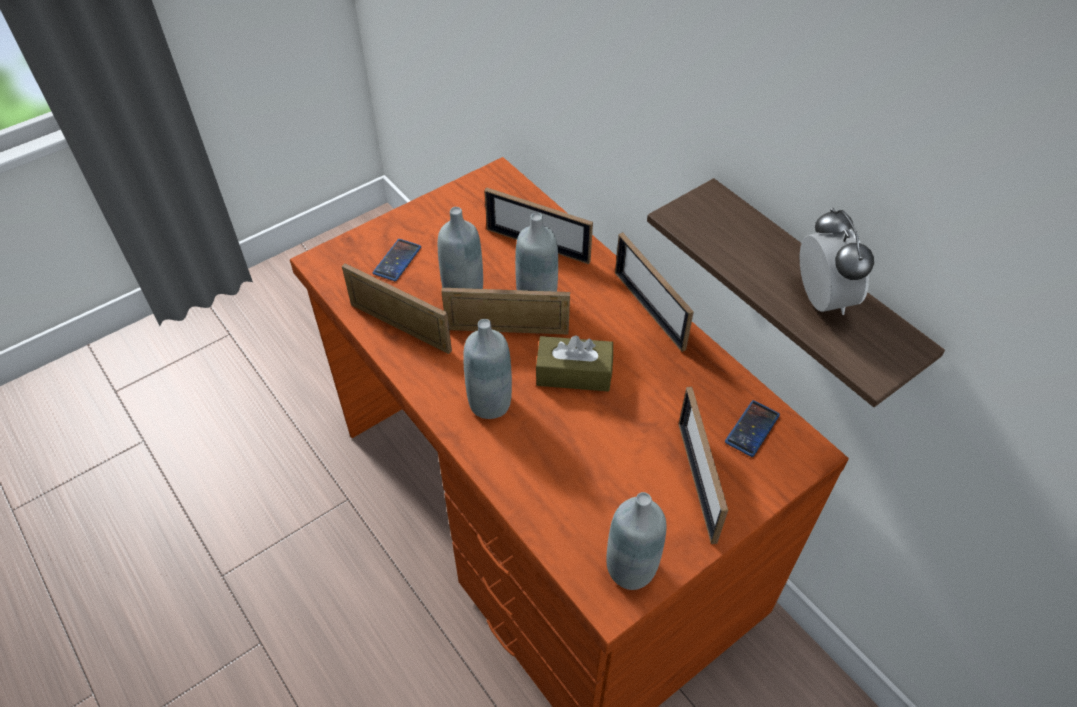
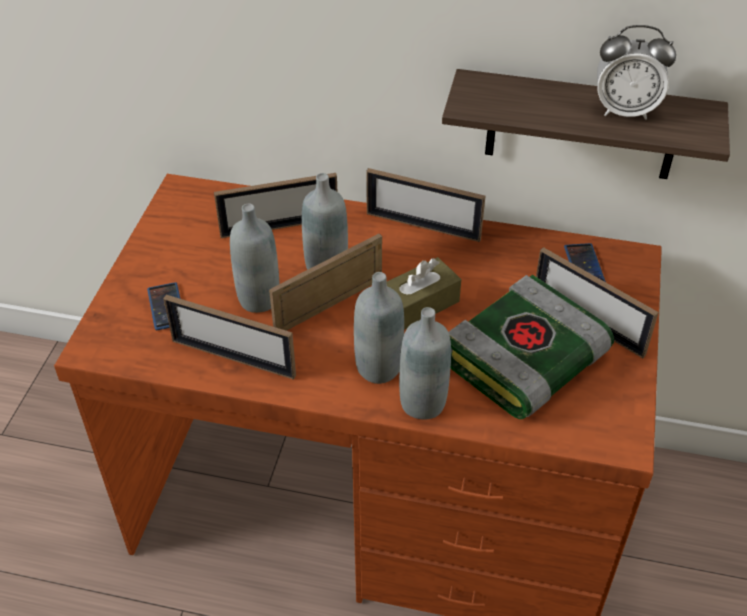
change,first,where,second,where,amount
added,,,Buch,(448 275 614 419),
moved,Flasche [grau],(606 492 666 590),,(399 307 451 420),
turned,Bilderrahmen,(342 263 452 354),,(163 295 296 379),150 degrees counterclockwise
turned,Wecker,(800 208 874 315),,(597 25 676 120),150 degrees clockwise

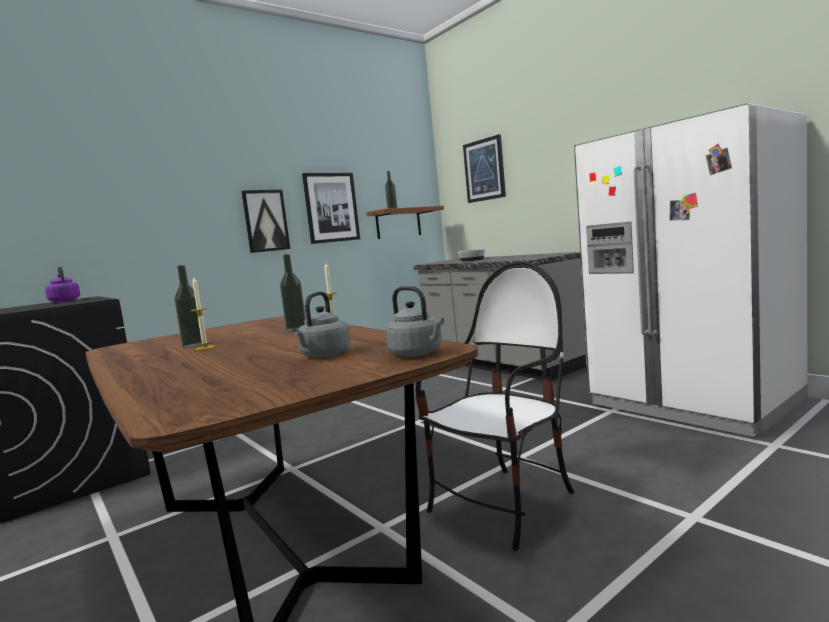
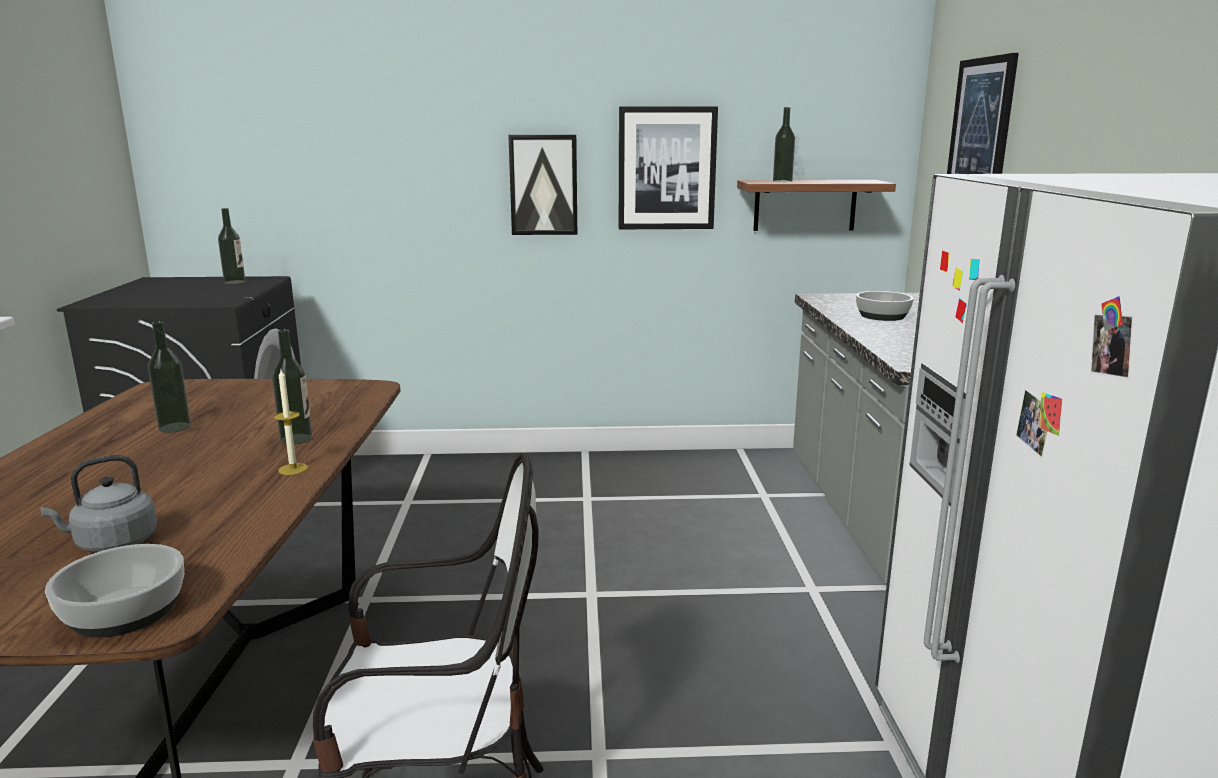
change,first,where,second,where,amount
removed,Kerze,(190 277 215 350),,,
replaced,Wasserkessel [lila],(45 266 80 302),Flasche,(218 208 245 284),
replaced,Wasserkessel [grau],(386 286 444 357),Schüssel,(45 544 184 638),

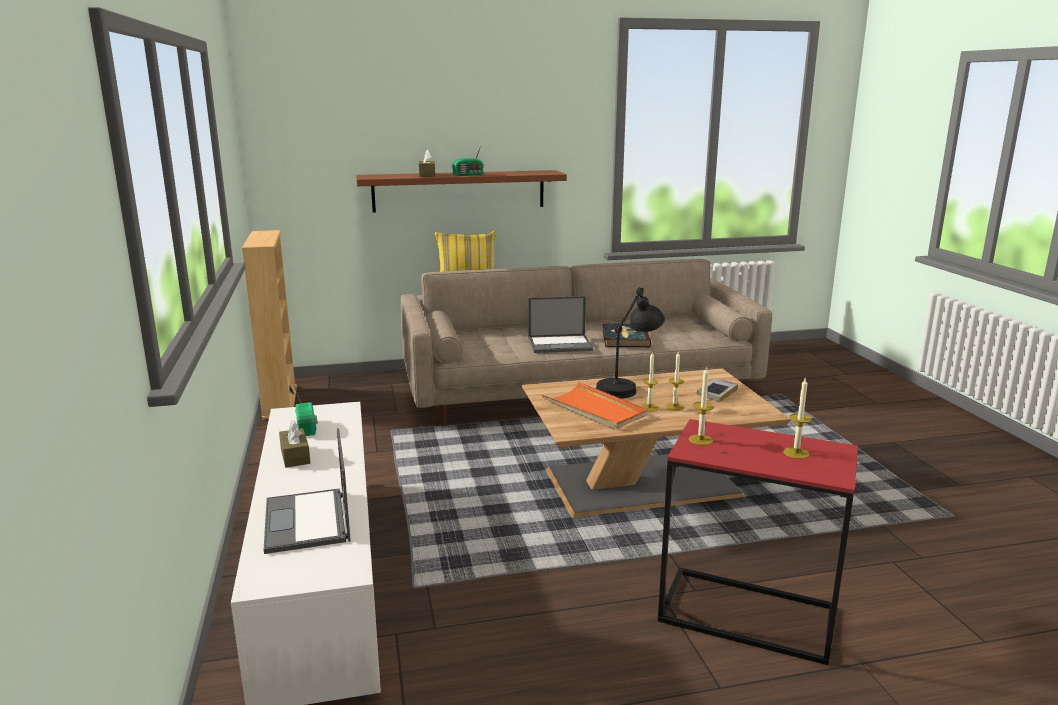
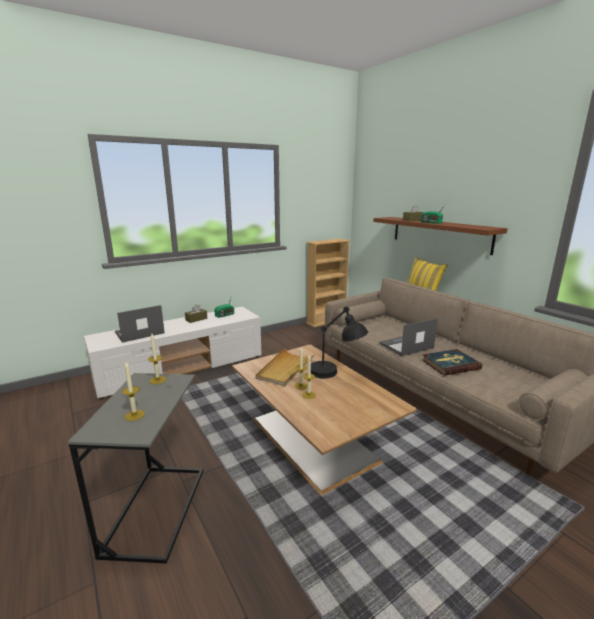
change,first,where,second,where,amount
removed,Buch,(697 379 738 402),,,
recoloured,Tablett [orange],(542 382 648 430),Tablett [beige],(256 348 315 386),
recoloured,Beistelltisch [rot],(658 419 858 665),Beistelltisch [grau],(68 373 203 563),
turned,Laptop,(528 296 593 353),,(379 318 438 356),90 degrees clockwise

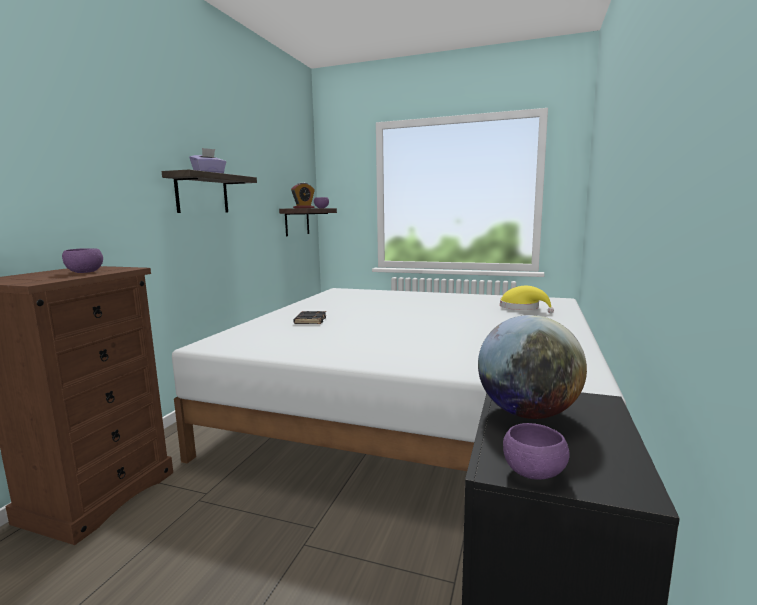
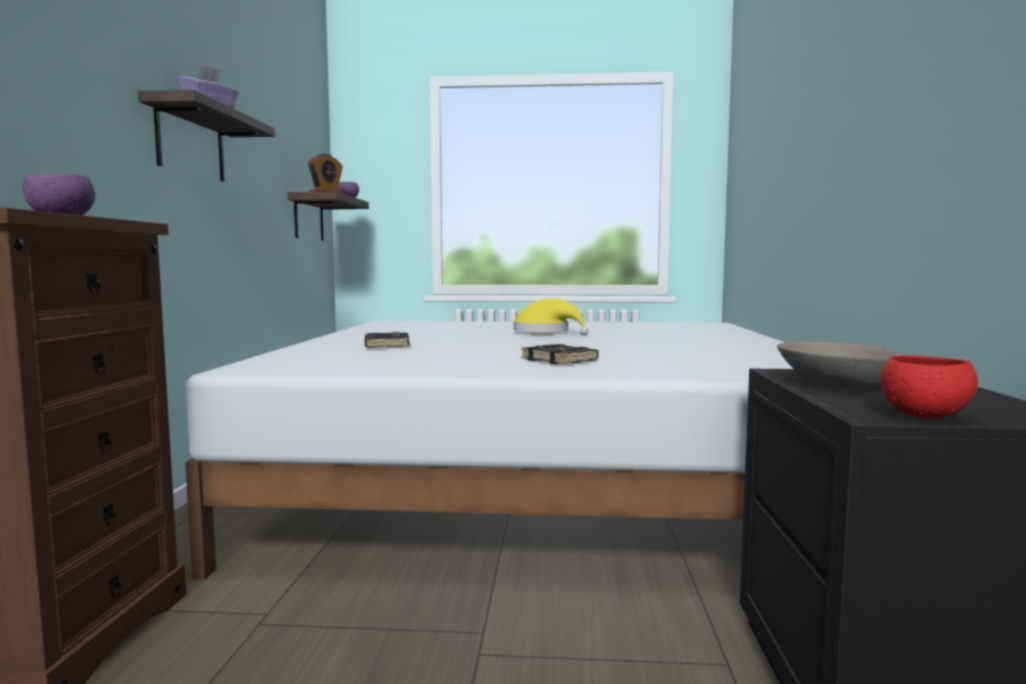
change,first,where,second,where,amount
added,,,Buch [schwarz],(521 344 599 364),
moved,Hut [gelb],(500 286 554 313),,(513 299 589 335),
replaced,Globus,(478 315 587 419),Schüssel [grau],(777 341 908 389),
recoloured,Schüssel [lila],(503 423 570 480),Schüssel [rot],(880 355 978 418),

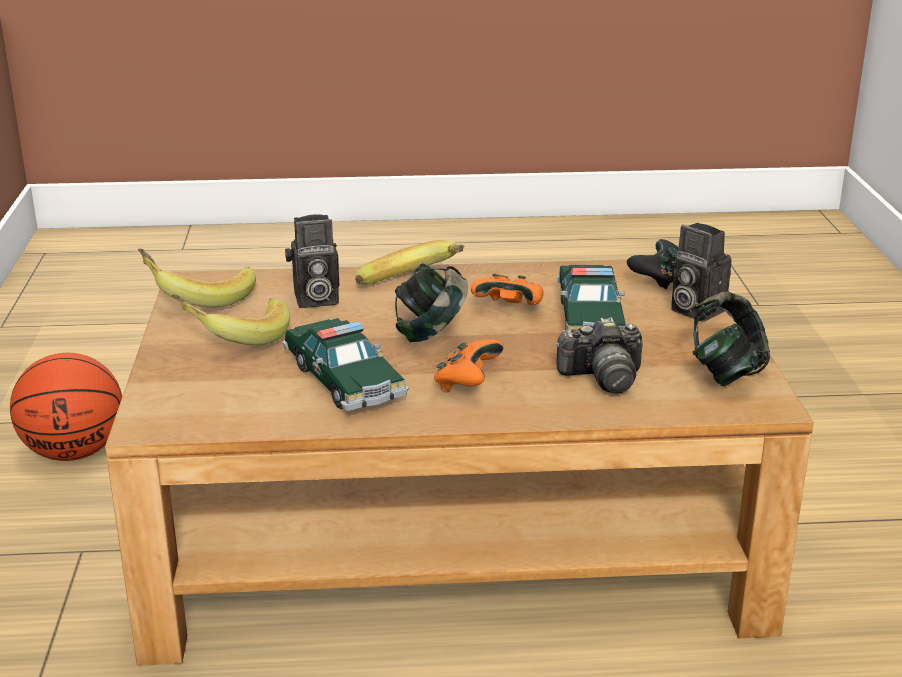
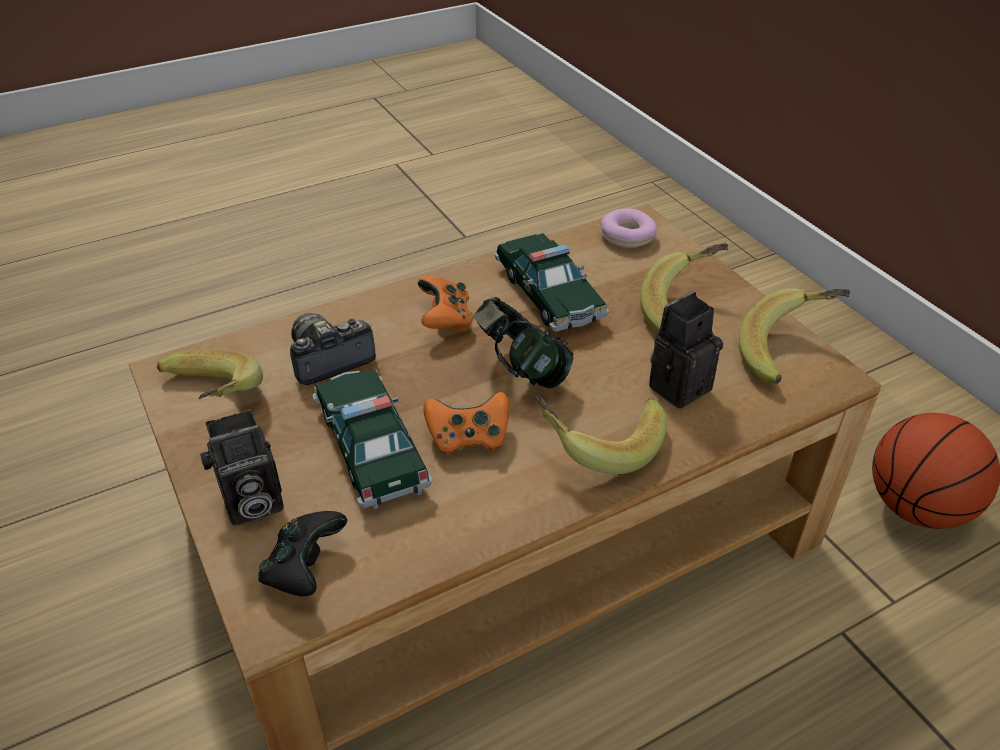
change,first,where,second,where,amount
added,,,Donut,(601 209 657 248),
replaced,Kopfhörer,(693 291 770 387),Banane,(157 350 263 399),
turned,Spielzeugauto,(282 318 409 411),,(494 233 609 332),150 degrees counterclockwise
turned,Kamera,(671 223 731 322),,(200 409 284 526),135 degrees clockwise

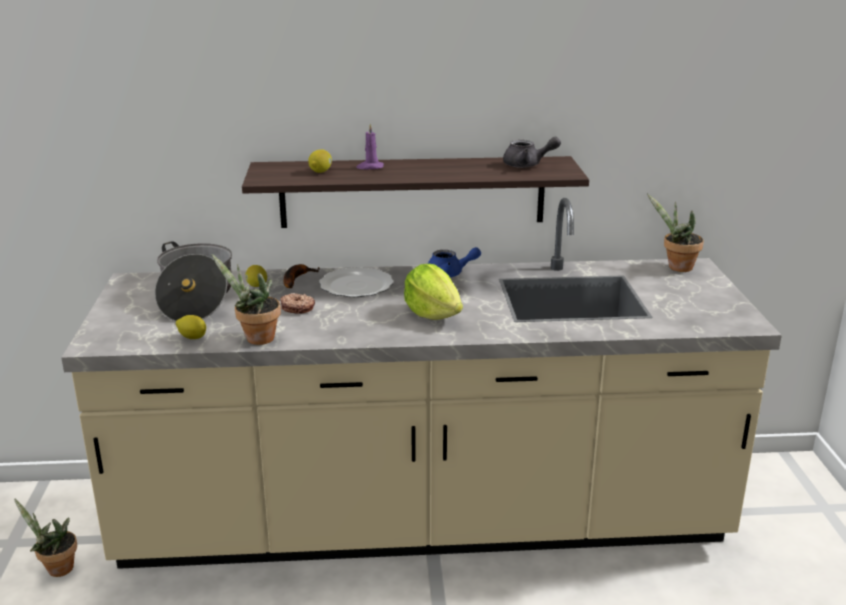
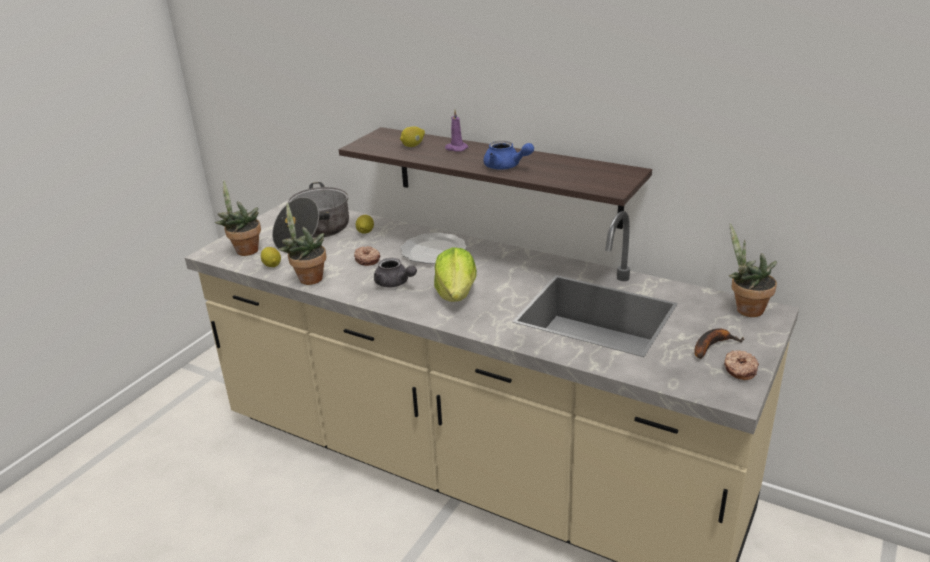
change,first,where,second,where,amount
added,,,Donut,(724 350 759 380),
moved,Topfpflanze,(14 498 77 577),,(215 180 261 256),
moved,Banane,(283 264 320 288),,(694 328 744 359),
moved,Teekanne [blau],(428 247 481 277),,(483 141 534 170),
moved,Teekanne [grau],(503 137 561 168),,(374 258 417 288),

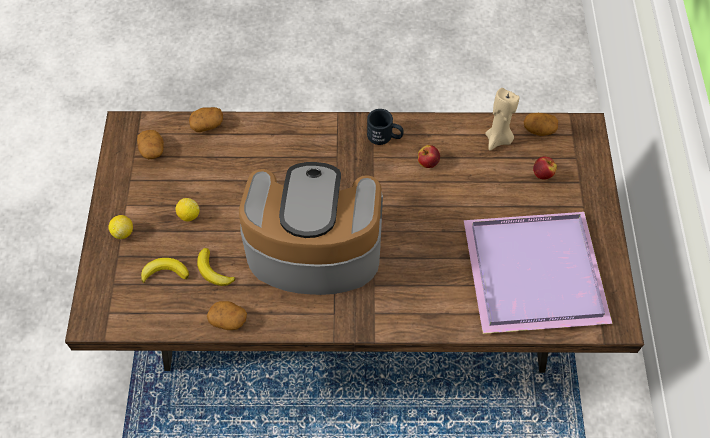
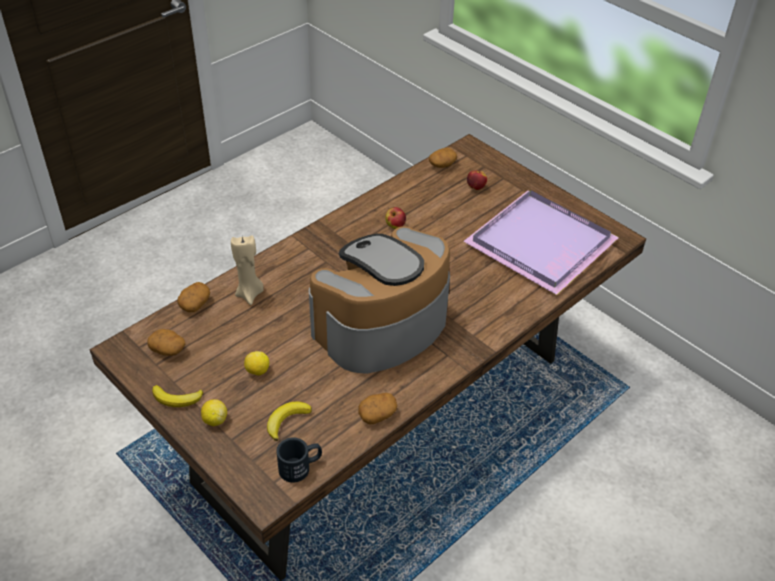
change,first,where,second,where,amount
moved,Banane,(197 248 236 286),,(152 385 203 407),
moved,Henkelbecher [schwarz],(367 109 404 145),,(276 437 322 483),
moved,Kerze [beige],(485 88 519 151),,(231 235 264 305),

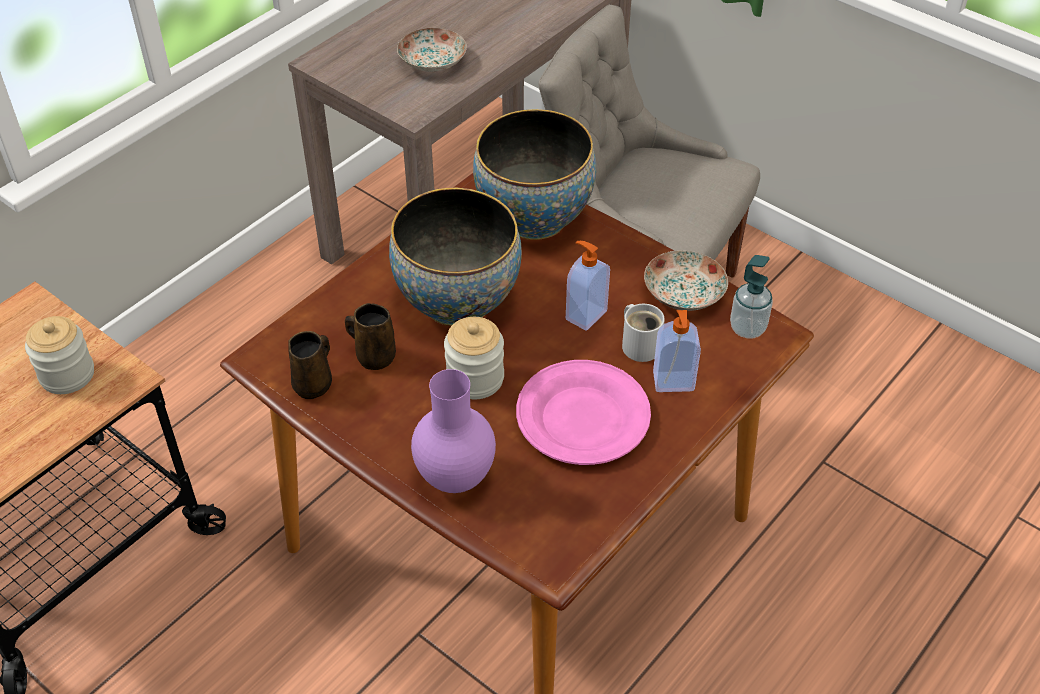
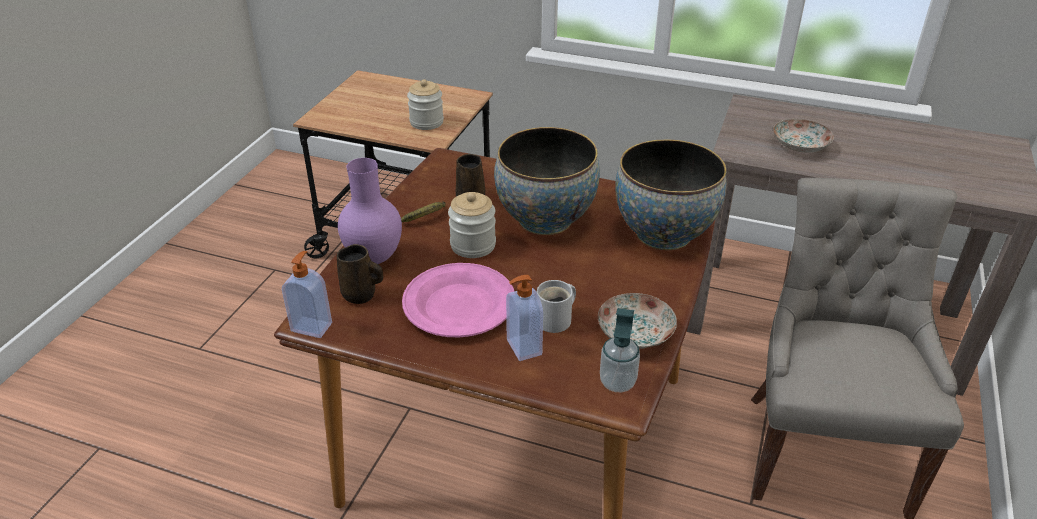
change,first,where,second,where,amount
added,,,Banane,(401 202 446 222),
moved,Henkelbecher [braun],(288 331 332 399),,(337 244 383 304),
moved,Seifenspender,(566 241 610 331),,(282 251 332 338),

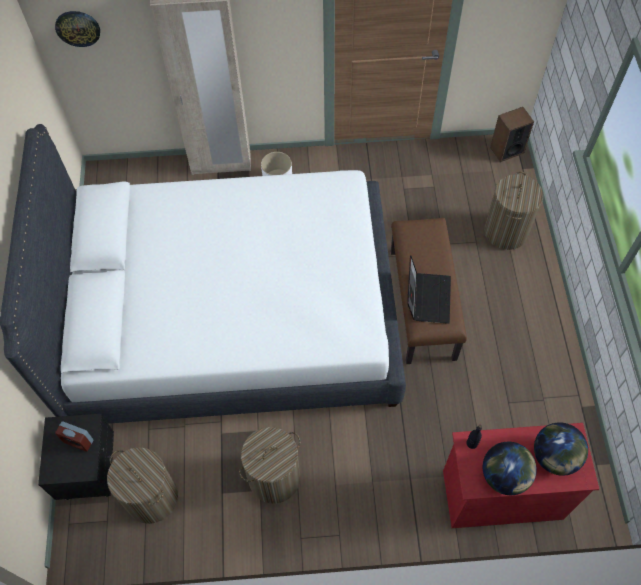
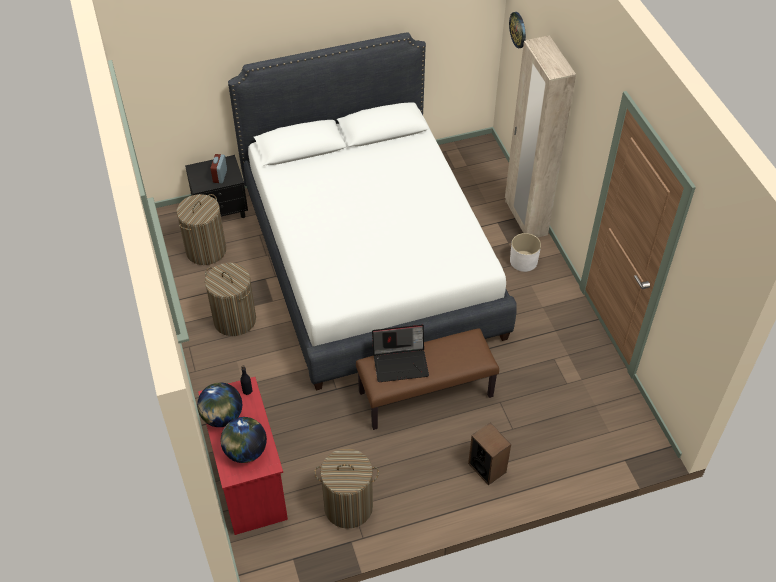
change,first,where,second,where,amount
moved,Wäschekorb,(484 172 543 250),,(314 448 379 529),
moved,Lautsprecher,(490 107 534 162),,(468 423 511 485),

